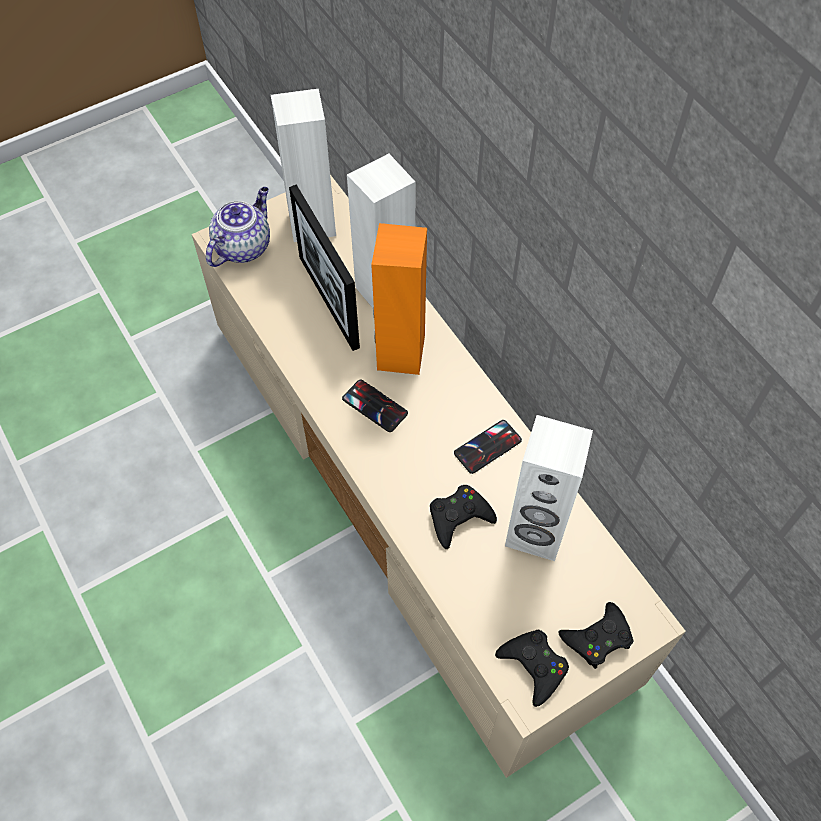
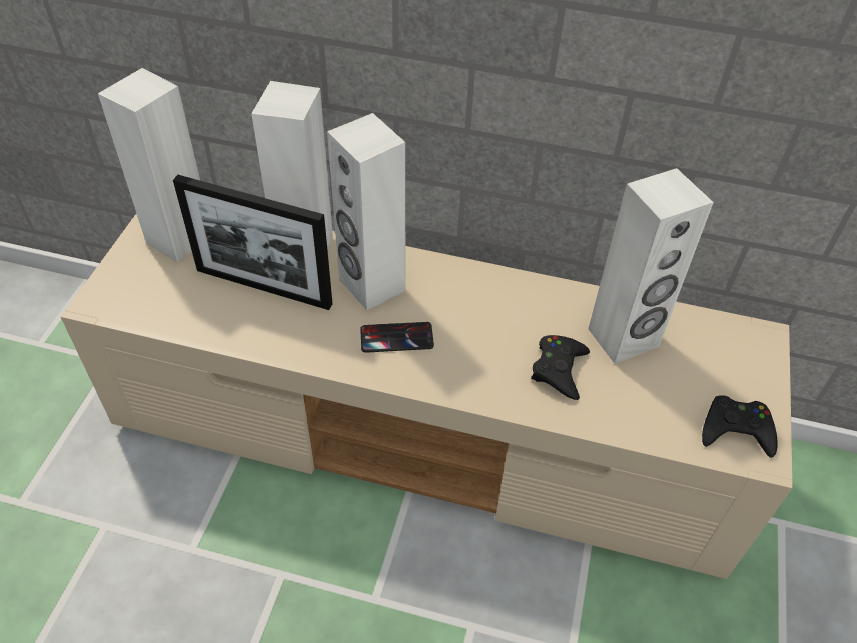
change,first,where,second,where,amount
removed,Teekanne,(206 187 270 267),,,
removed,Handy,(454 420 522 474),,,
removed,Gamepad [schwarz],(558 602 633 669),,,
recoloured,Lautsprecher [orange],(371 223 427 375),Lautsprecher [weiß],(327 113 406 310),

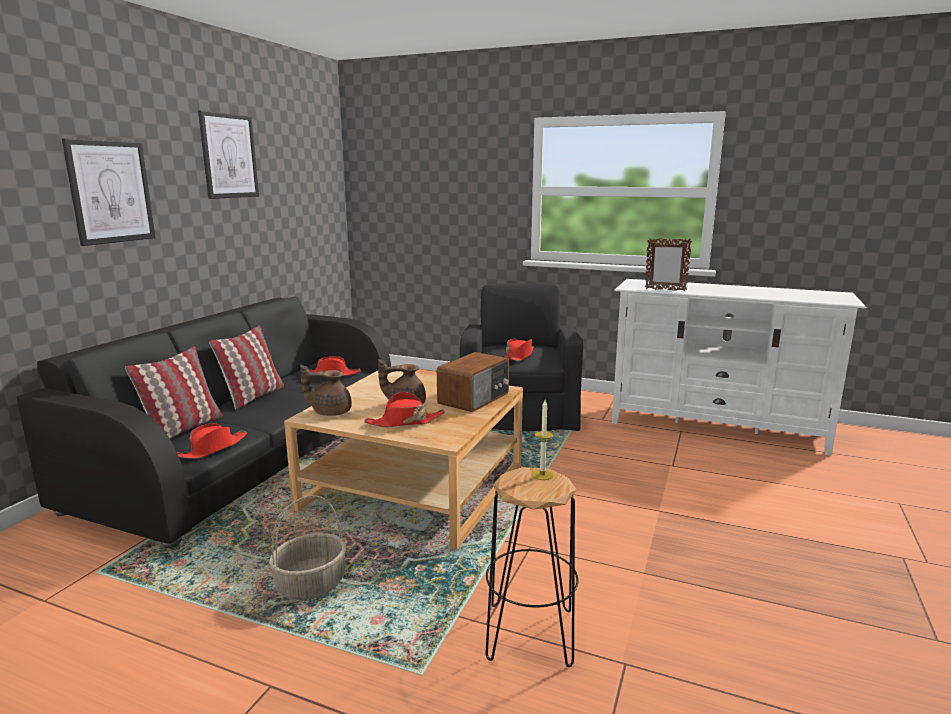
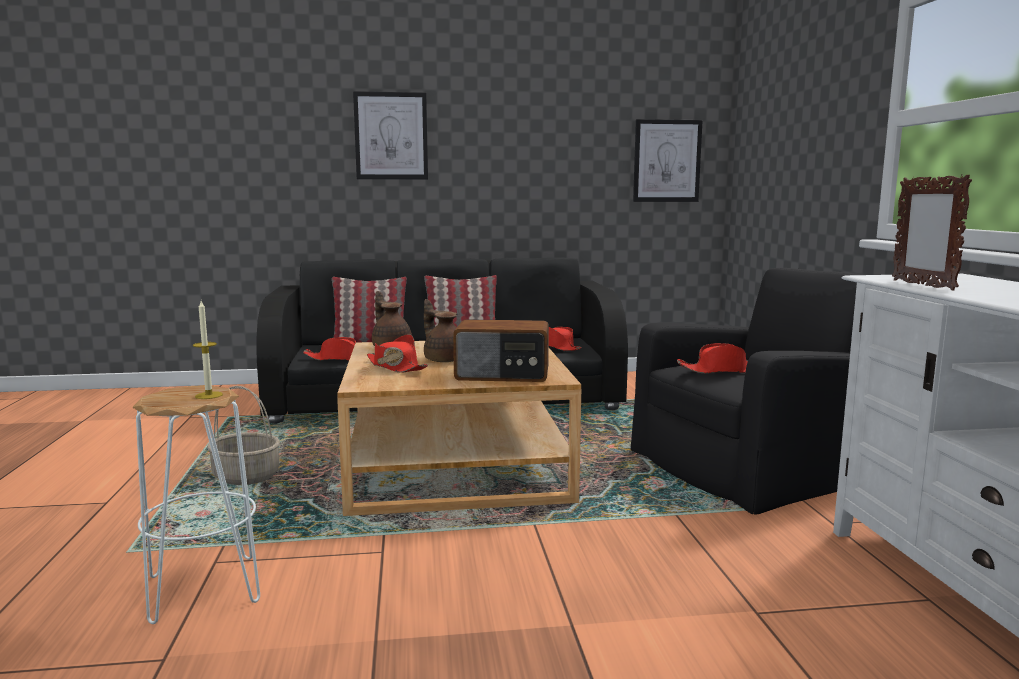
change,first,where,second,where,amount
moved,Bild,(198 110 259 199),,(633 119 703 202),
recoloured,Hocker [schwarz],(485 467 578 667),Hocker [weiß],(133 385 260 624),

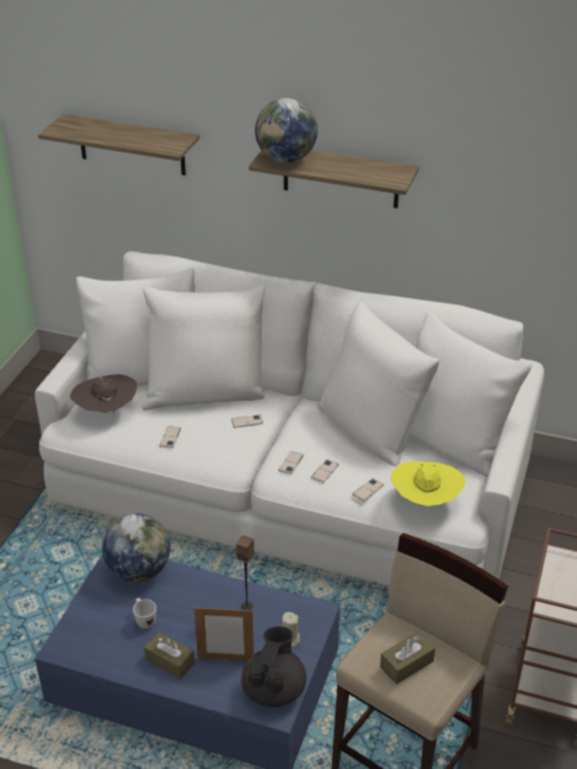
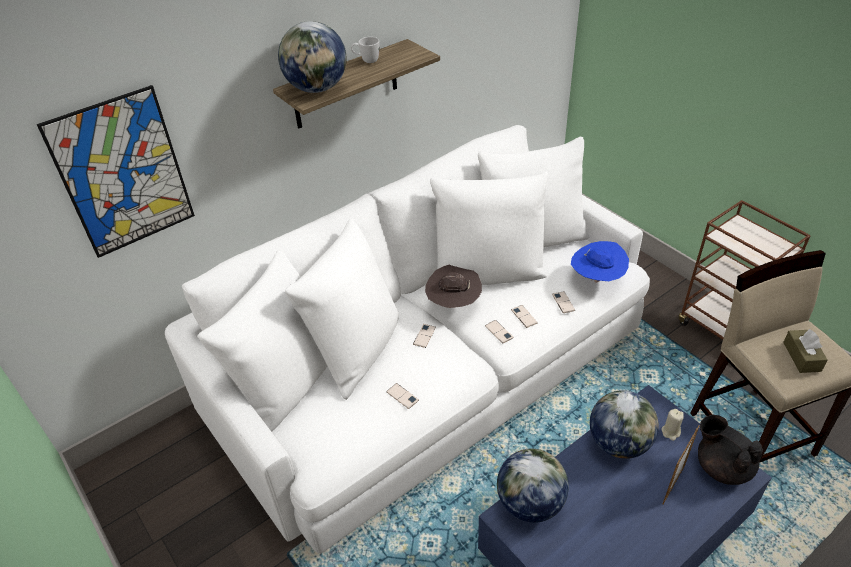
change,first,where,second,where,amount
removed,Taschentuchbox [braun],(144 632 195 679),,,
moved,Hut [braun],(70 374 137 416),,(425 265 482 308),
moved,Henkelbecher [weiß],(133 598 156 629),,(351 37 379 63),
replaced,Wandregal,(38 114 200 175),Bild,(37 85 195 258),
replaced,Lautsprecher,(236 535 254 610),Globus,(590 390 659 459),
recoloured,Hut [gelb],(390 461 466 506),Hut [blau],(571 241 629 283),

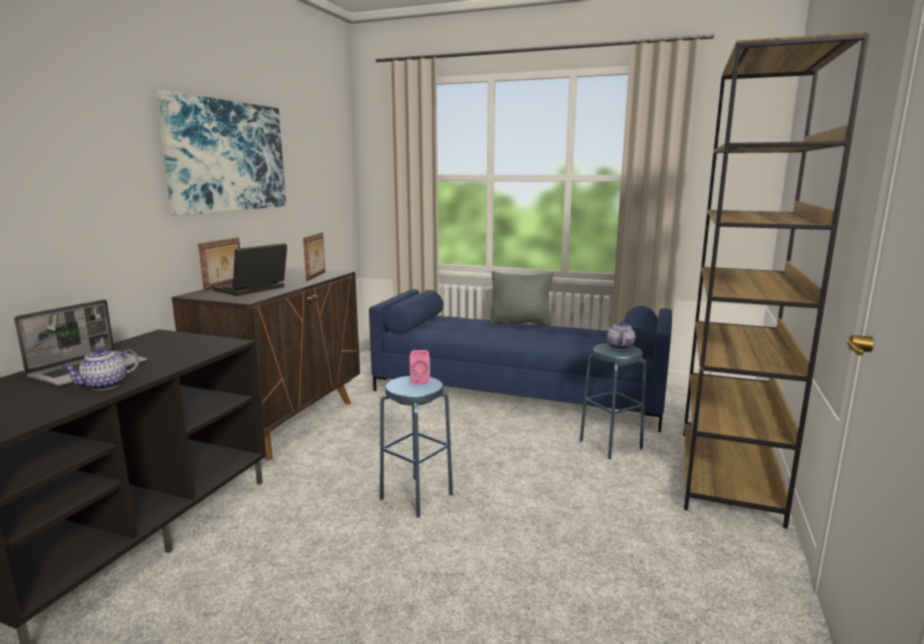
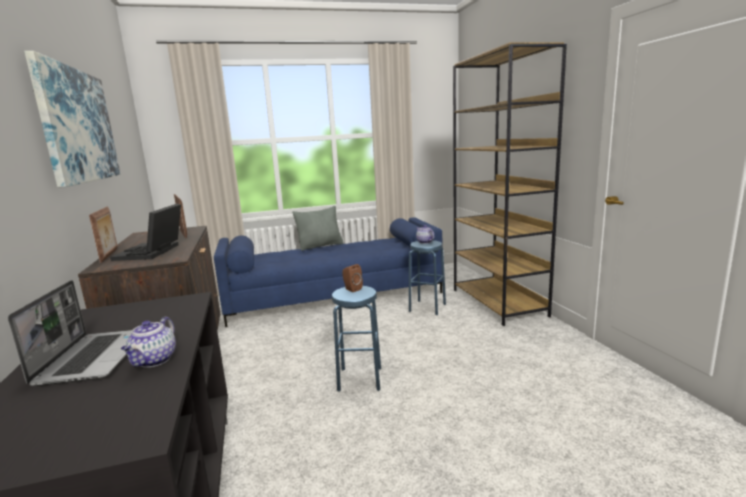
change,first,where,second,where,amount
recoloured,Lautsprecher [rosa],(410 350 430 384),Lautsprecher [braun],(343 264 363 292),

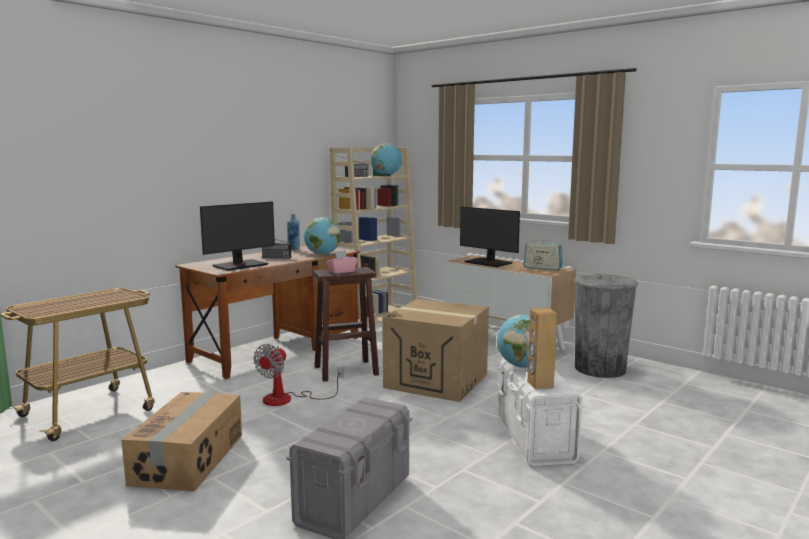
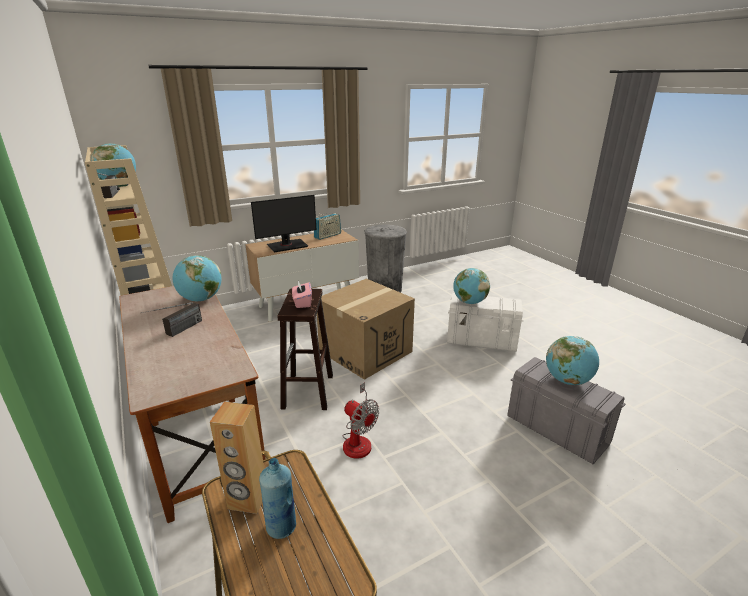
change,first,where,second,where,amount
removed,Karton,(121 392 242 491),,,
removed,Monitor,(200 201 275 271),,,
added,,,Globus,(546 336 599 385),
moved,Flasche [blau],(287 214 300 250),,(259 458 296 539),
moved,Lautsprecher [braun],(527 308 557 390),,(210 402 264 514),

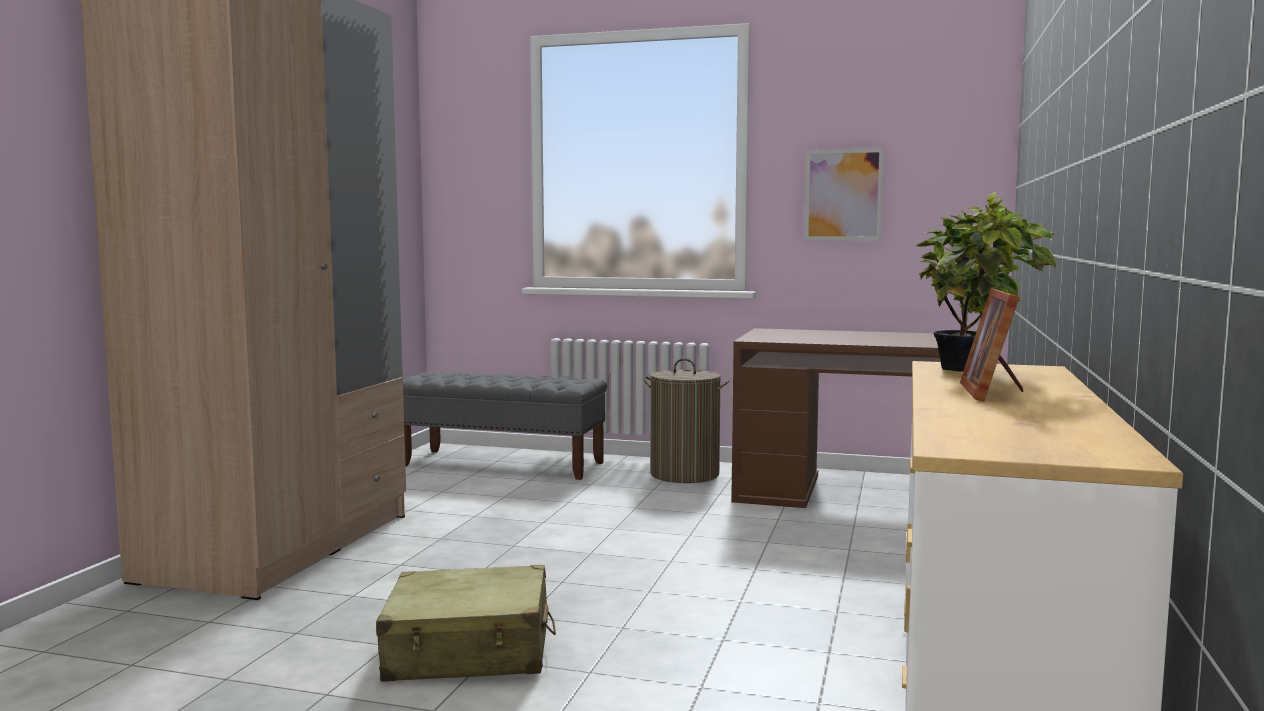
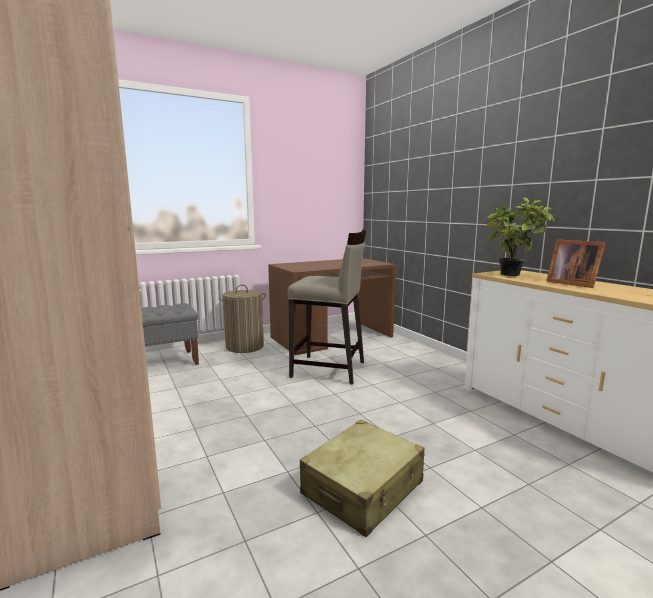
change,first,where,second,where,amount
removed,Bild,(804 148 884 241),,,
added,,,Hocker [beige],(288 230 366 385),

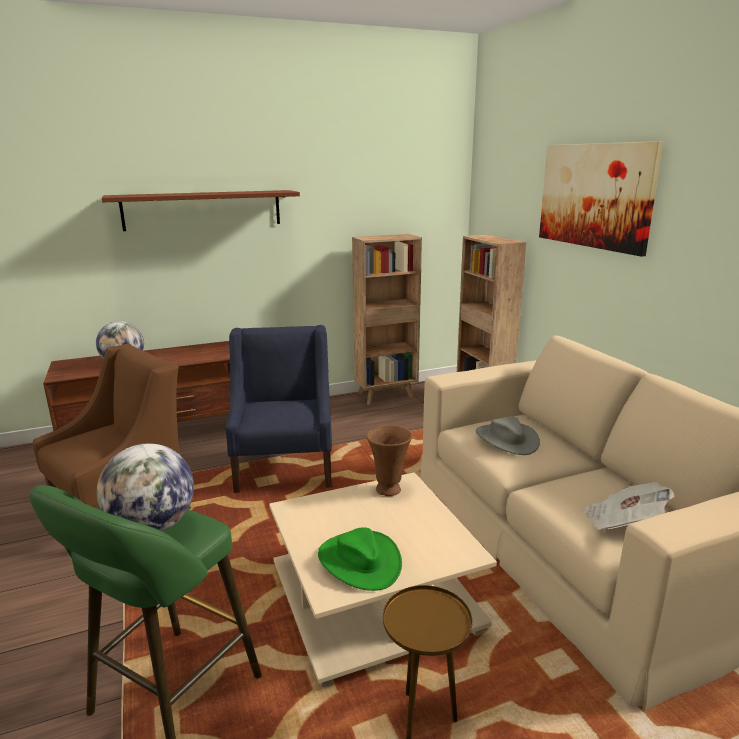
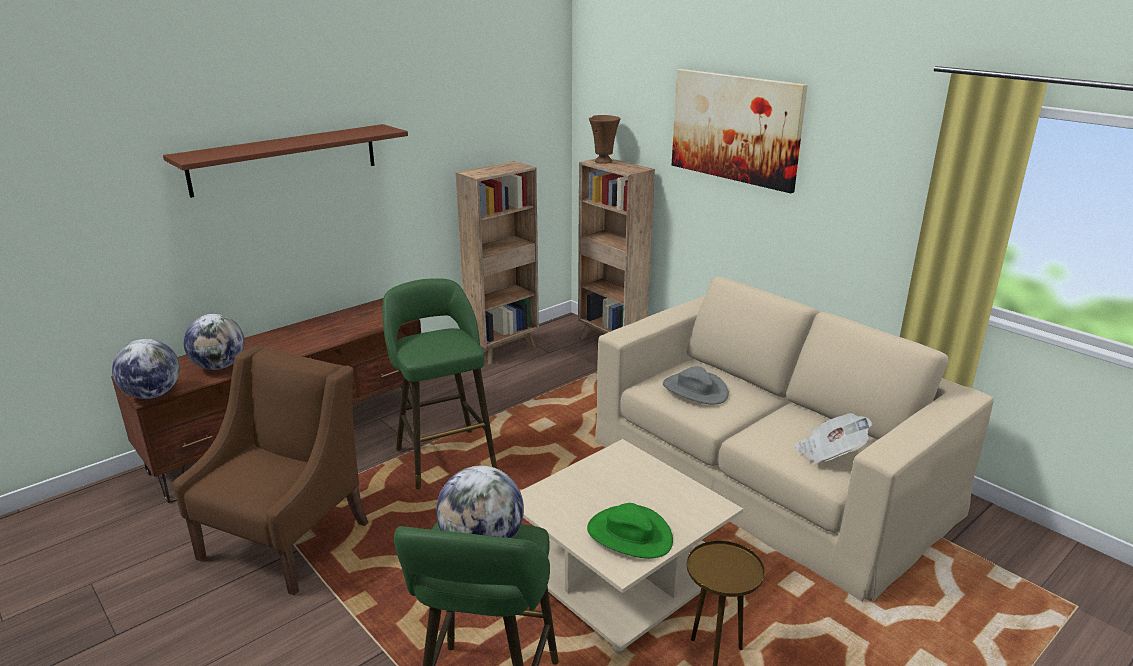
change,first,where,second,where,amount
added,,,Globus,(112 339 180 399),
moved,Vase [braun],(366 425 412 496),,(589 115 621 164),
replaced,Sessel [blau],(226 325 332 493),Hocker [grün],(383 278 497 489),

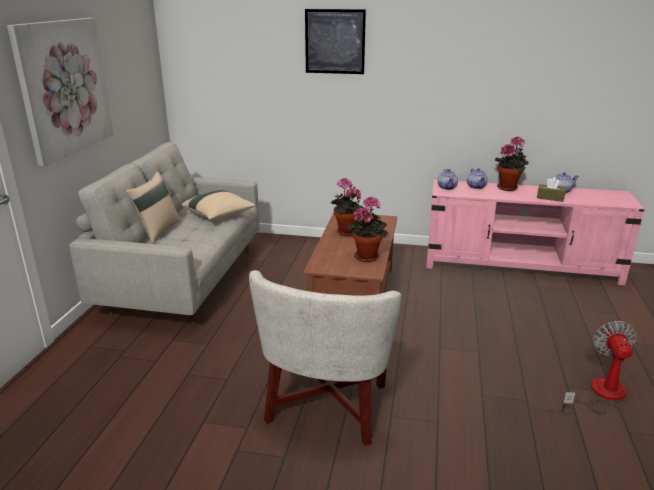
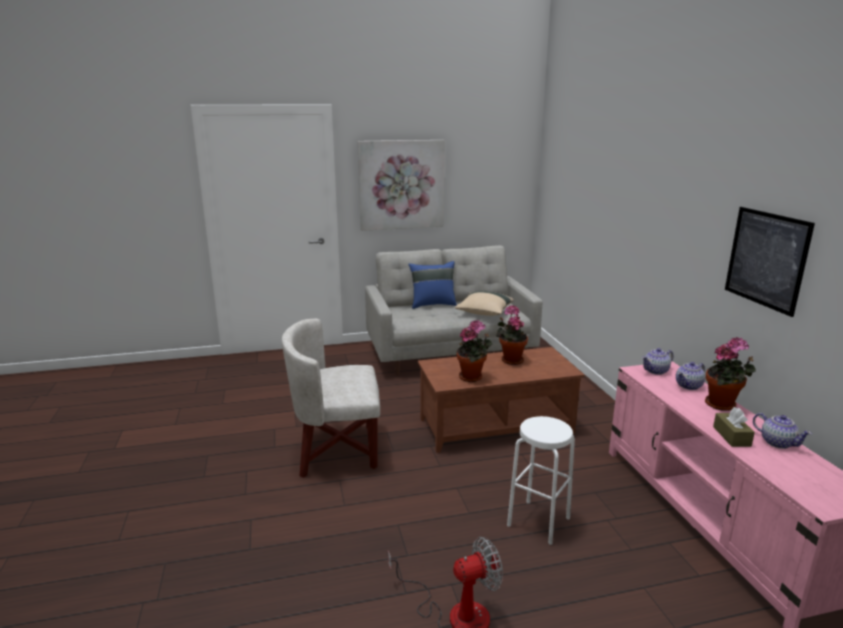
change,first,where,second,where,amount
added,,,Hocker [weiß],(507 416 575 545),
moved,Bild,(305 9 366 74),,(725 207 815 317),
recoloured,Kissen [beige],(126 172 180 244),Kissen [blau],(408 261 457 309),

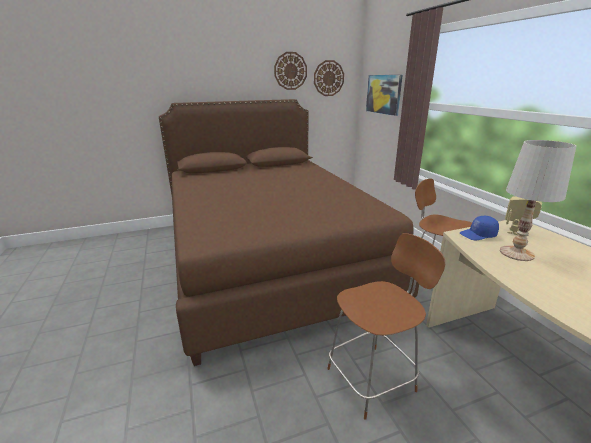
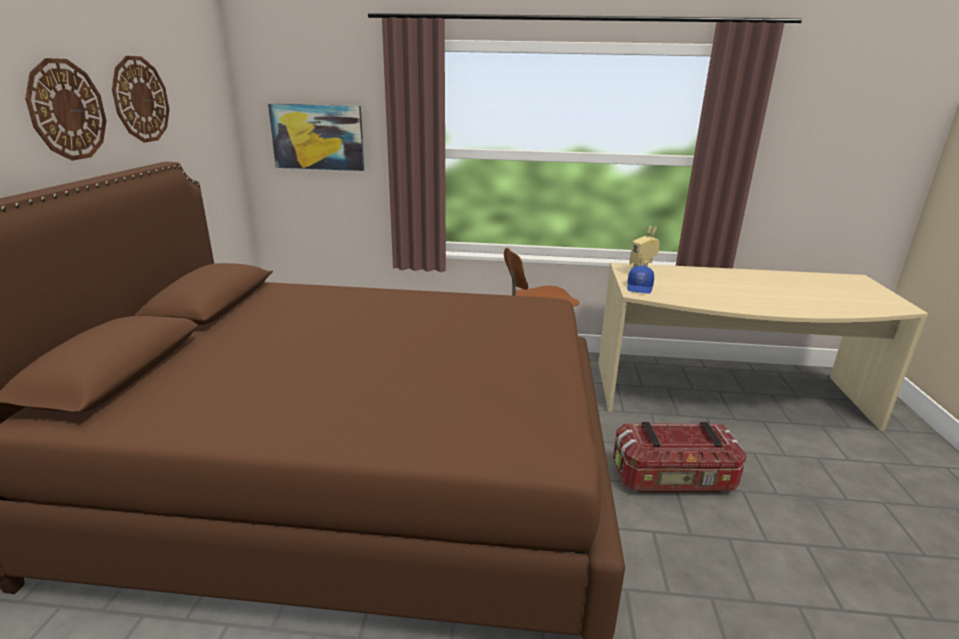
change,first,where,second,where,amount
removed,Tischlampe [weiß],(500 140 576 261),,,
moved,Wanduhr,(314 60 344 96),,(25 58 107 160),
replaced,Hocker [braun],(327 233 445 420),Aufbewahrungsbox,(613 422 747 493),

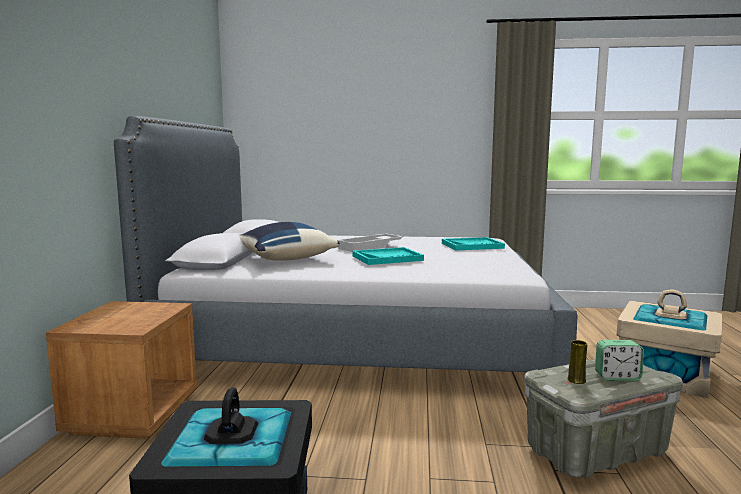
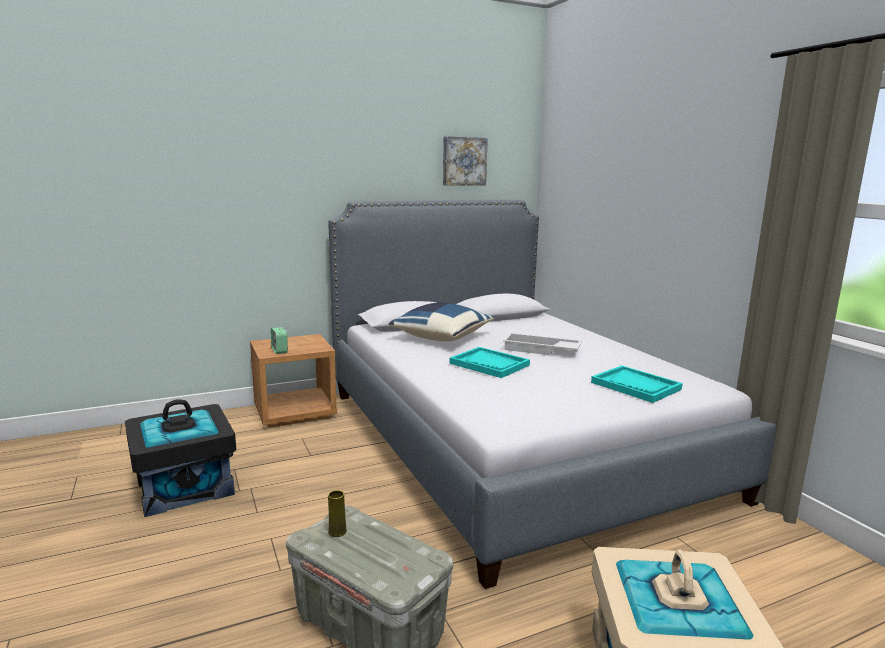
change,first,where,second,where,amount
added,,,Bild,(443 136 488 185),
moved,Wecker,(595 340 644 381),,(271 327 288 354),

